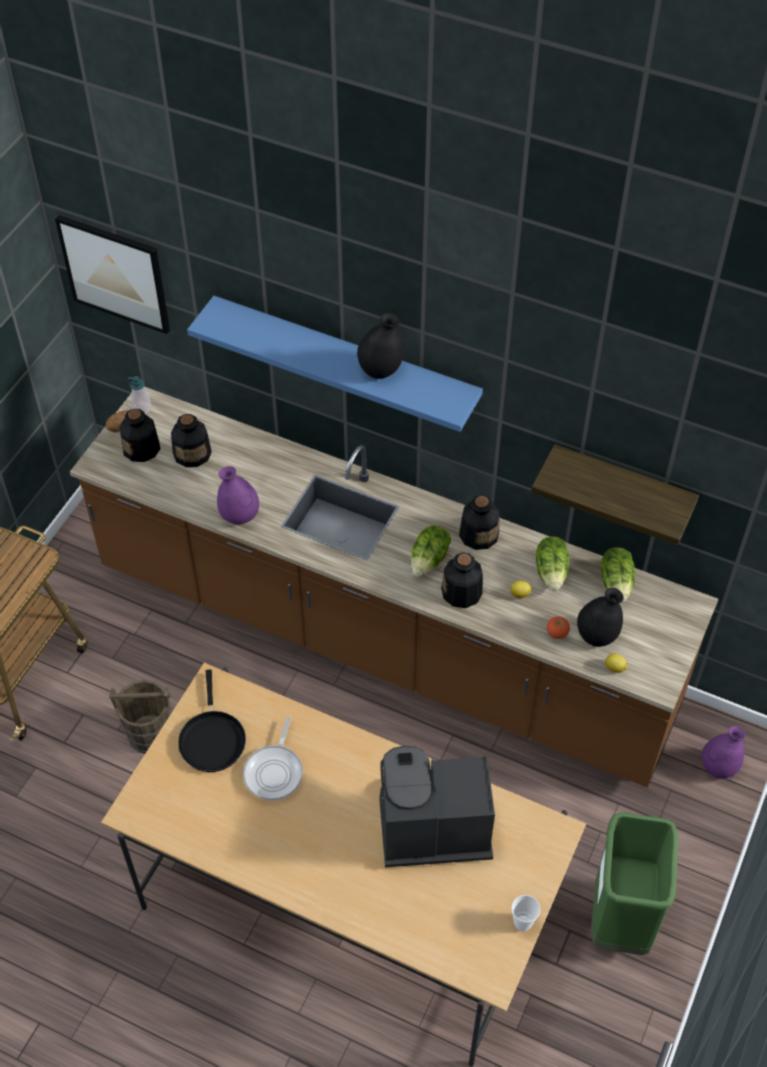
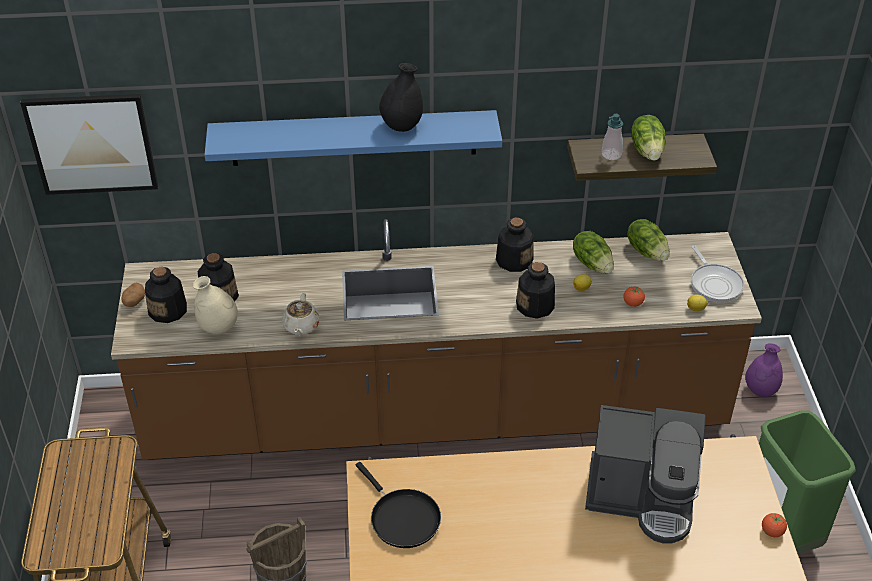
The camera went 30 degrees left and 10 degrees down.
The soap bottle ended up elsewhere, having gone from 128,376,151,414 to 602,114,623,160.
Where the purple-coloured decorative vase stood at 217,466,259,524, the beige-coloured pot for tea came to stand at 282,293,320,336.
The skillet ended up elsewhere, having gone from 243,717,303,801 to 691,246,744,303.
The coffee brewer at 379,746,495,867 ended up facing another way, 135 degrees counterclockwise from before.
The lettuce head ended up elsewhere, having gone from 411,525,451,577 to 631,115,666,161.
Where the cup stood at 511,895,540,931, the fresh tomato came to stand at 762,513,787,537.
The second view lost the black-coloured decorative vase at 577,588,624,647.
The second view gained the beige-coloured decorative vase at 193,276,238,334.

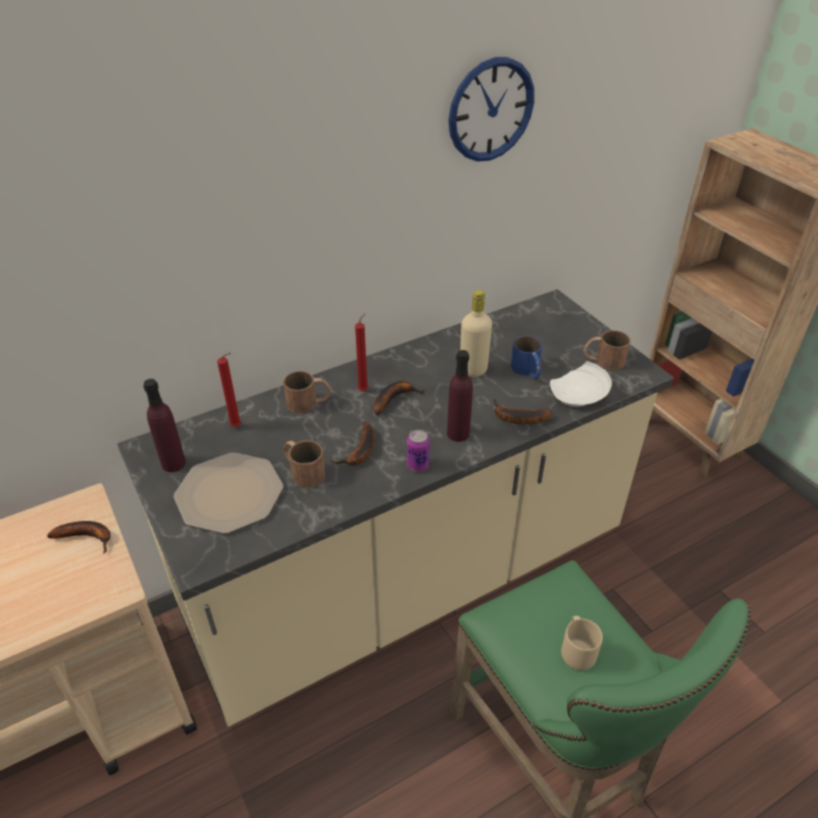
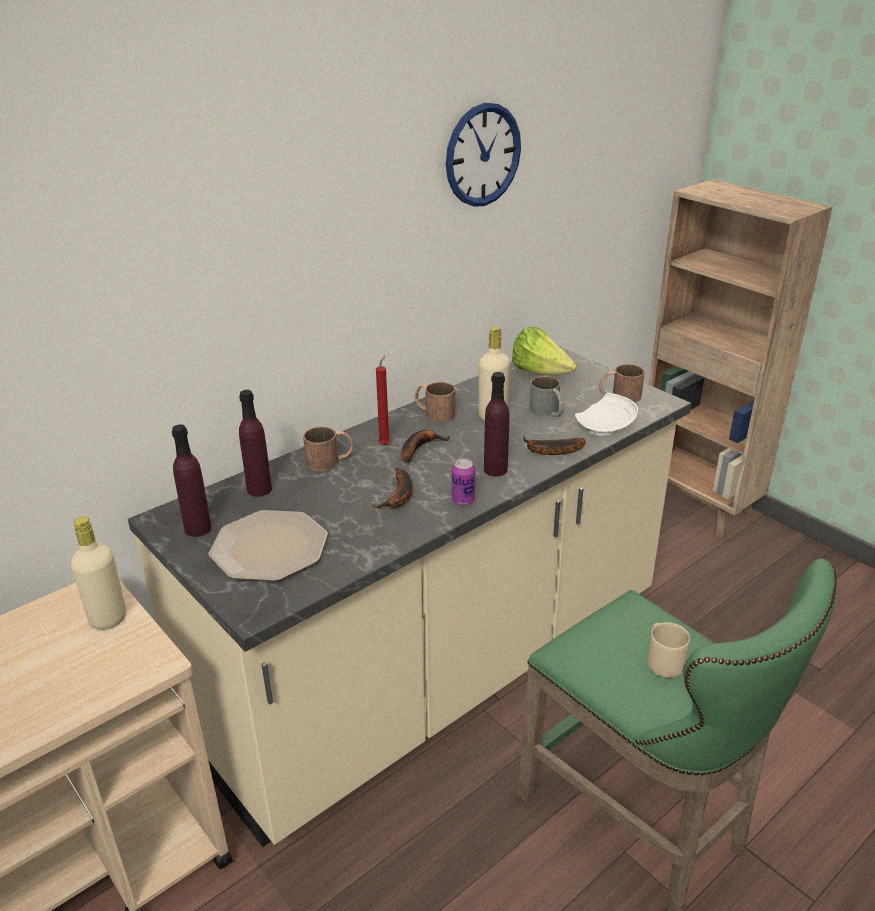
The camera went 10 degrees left and 10 degrees down.
Where the banana stood at 47,521,111,553, the beige-coloured beverage bottle came to stand at 71,516,126,630.
Where the red-coloured wax light stood at 217,353,241,427, the purple-coloured beverage bottle came to stand at 239,390,272,497.
The brownish tea mug ended up elsewhere, having gone from 284,440,325,488 to 415,382,455,422.
What was the blue-coloured tea mug at 511,336,542,379 turned into the gray tea mug at 529,376,564,417.
The second view gained the lettuce head at 512,327,577,375.

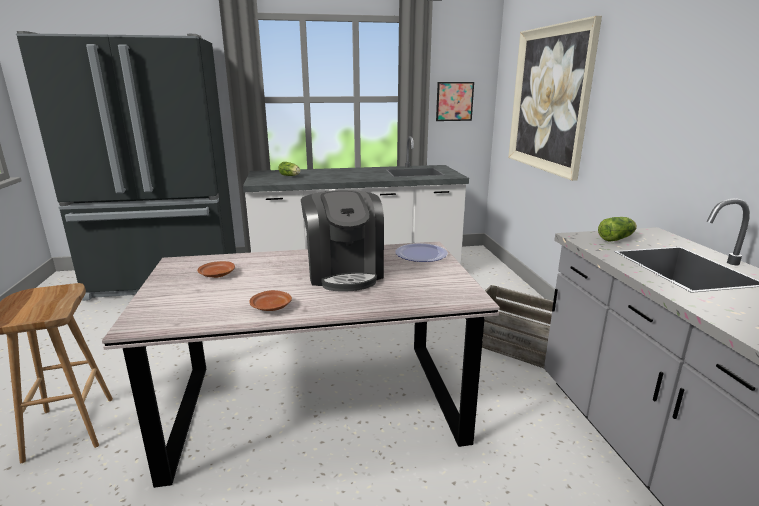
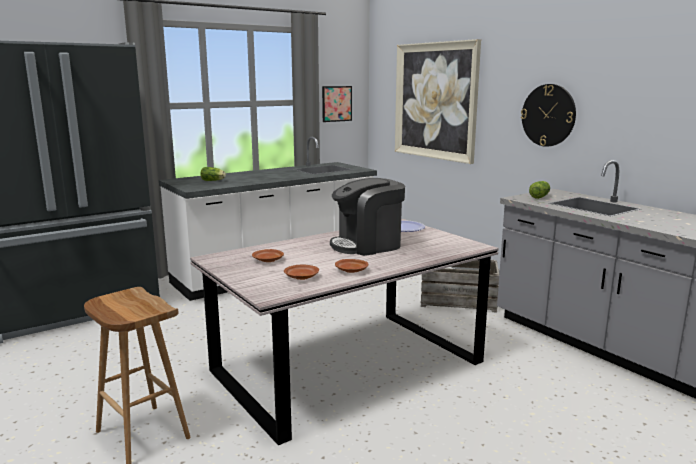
The camera went 25 degrees left and 5 degrees down.
The coffee brewer at 301,190,384,291 ended up facing another way, 105 degrees clockwise from before.
The second view gained the brownish flat dish at 284,264,319,280.
The second view gained the wall clock at 521,84,576,147.

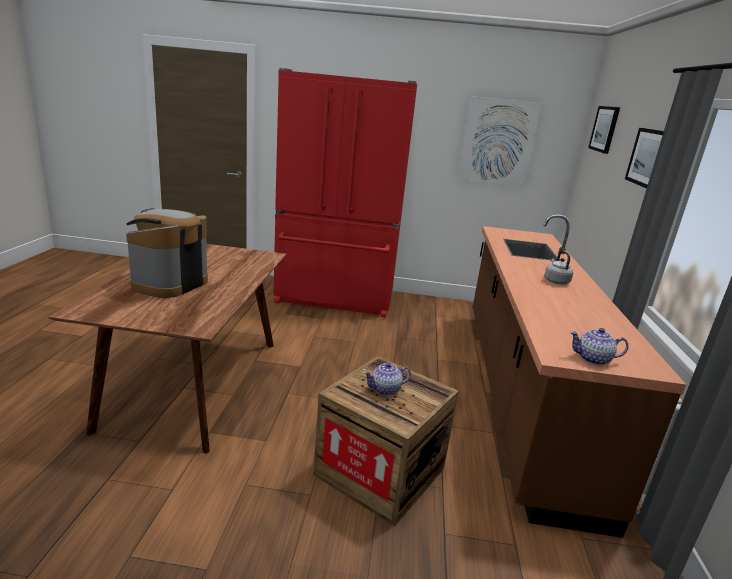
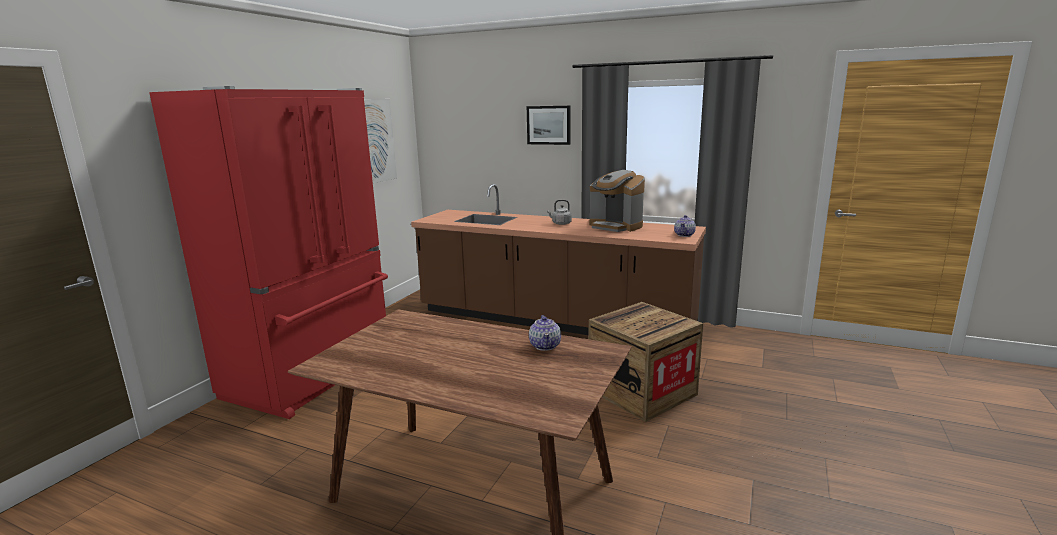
The camera went 70 degrees left and 5 degrees down.
The coffee brewer ended up elsewhere, having gone from 126,208,208,298 to 589,170,645,232.
The pot for tea ended up elsewhere, having gone from 363,363,411,396 to 529,315,561,351.
The second view lost the picture at 588,106,620,154.

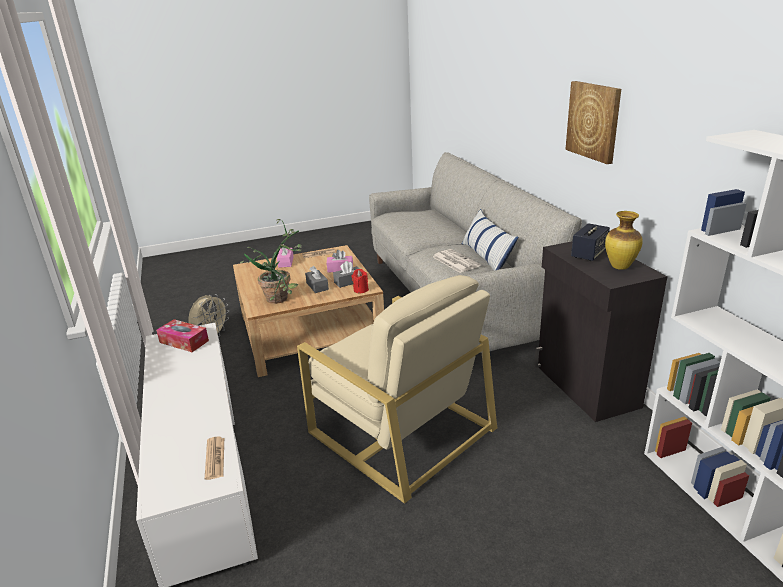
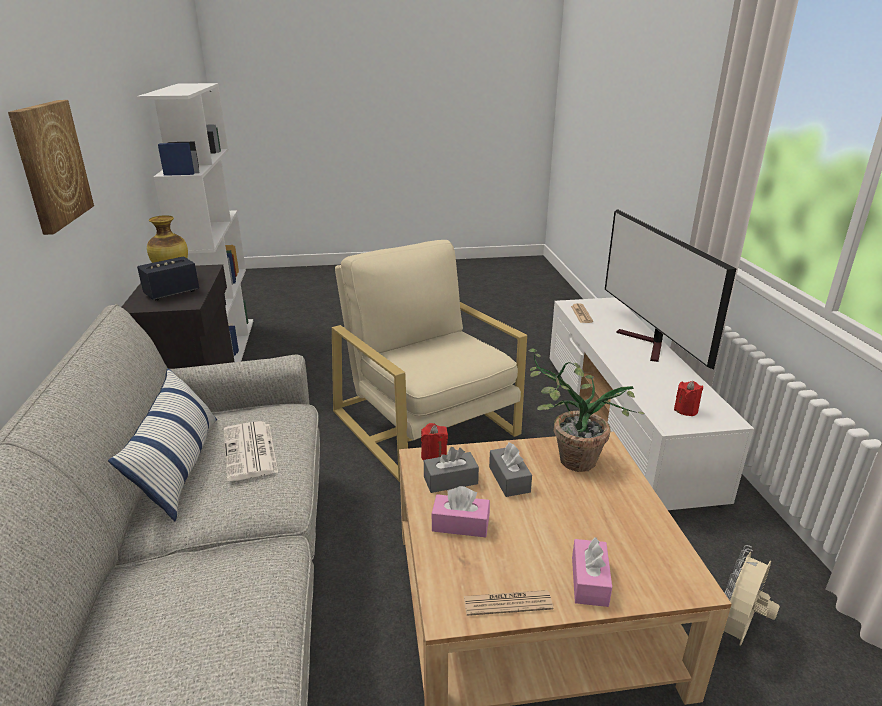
The camera went 170 degrees left and 0 degrees up.
Where the tissue box stood at 156,319,209,352, the red-coloured wax light came to stand at 674,381,703,416.
The second view gained the TV at 605,209,736,369.

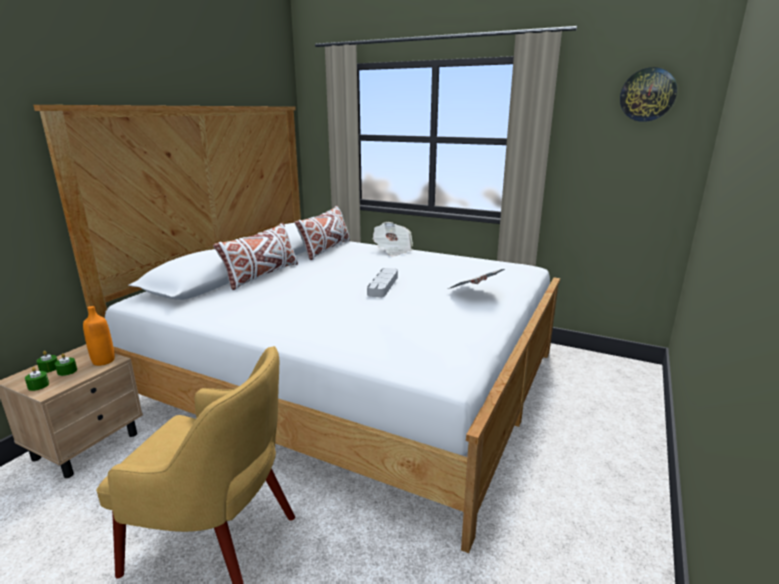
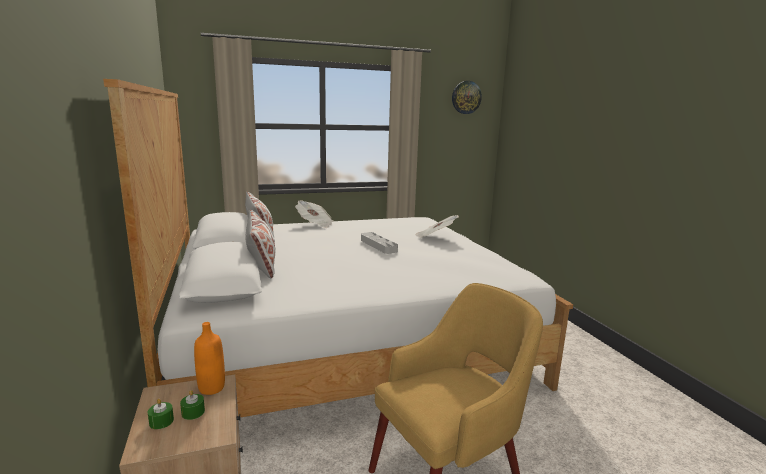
The camera went 45 degrees left and 5 degrees down.
The second view lost the greenish wax light at 25,367,49,391.

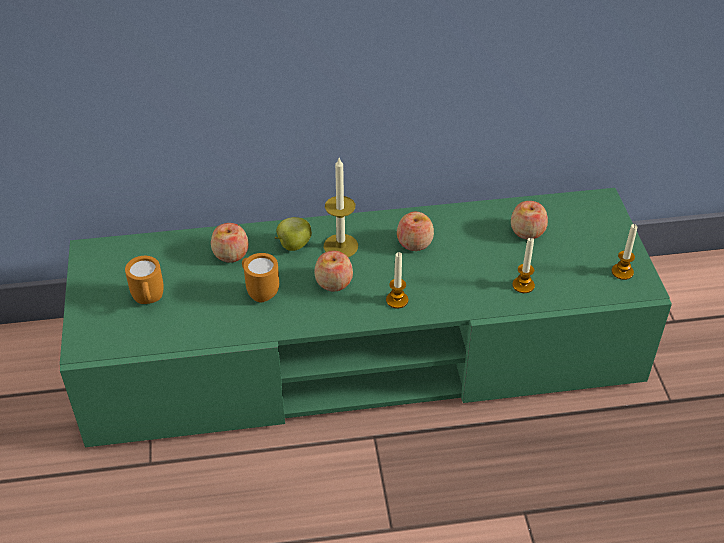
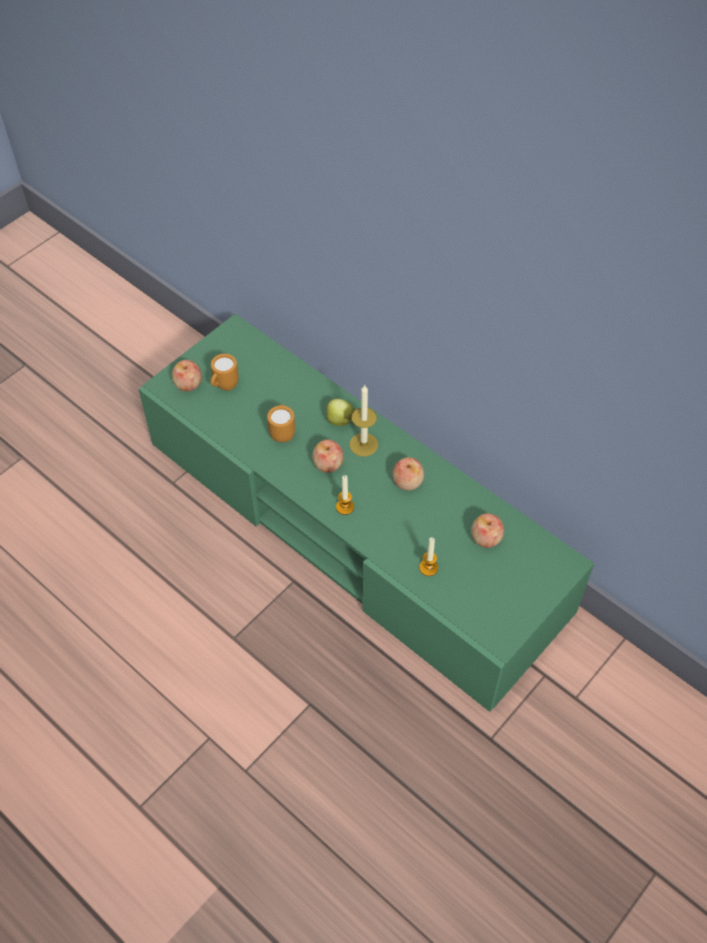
The camera went 50 degrees right and 10 degrees up.
The apple ended up elsewhere, having gone from 211,223,249,263 to 172,360,202,391.
The second view lost the wax light at 612,224,637,280.

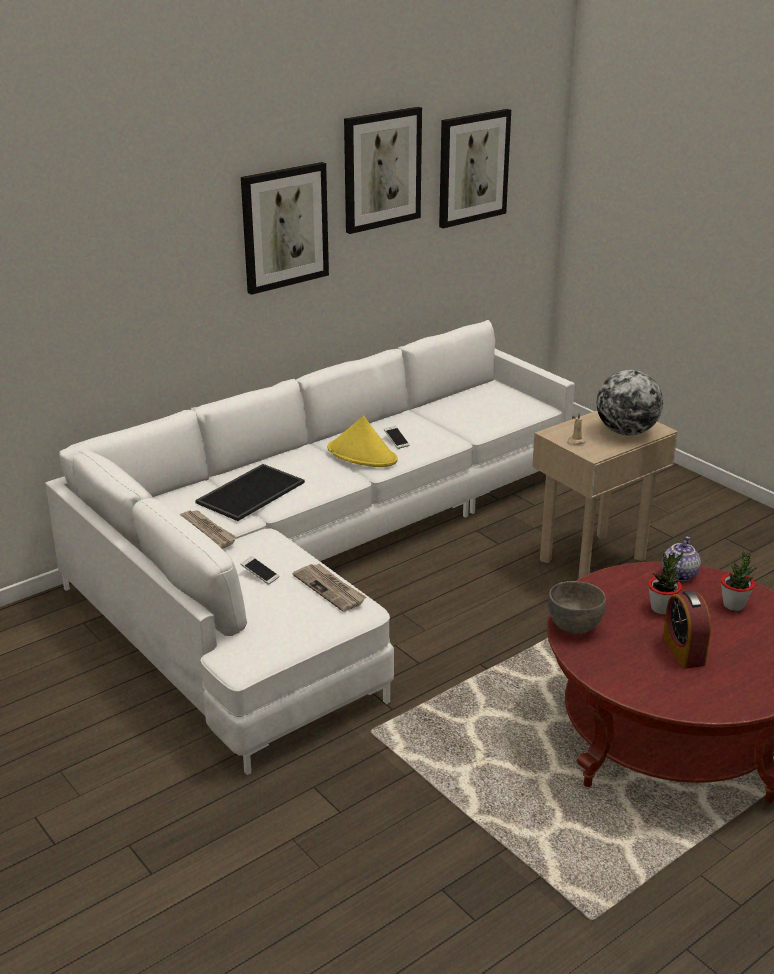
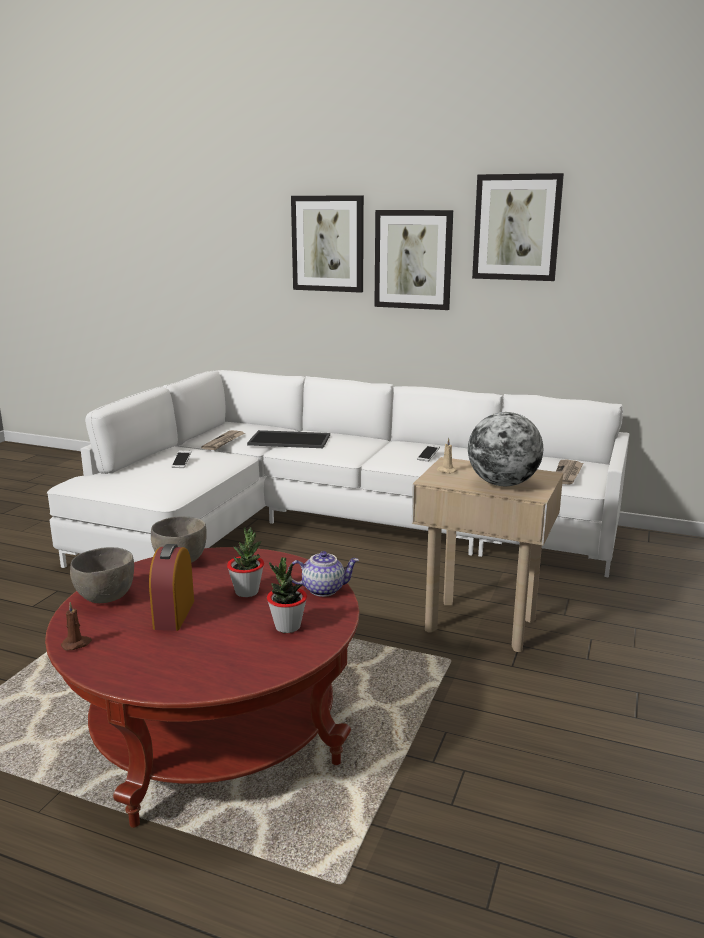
The camera went 60 degrees right and 10 degrees down.
The newspaper ended up elsewhere, having gone from 293,564,366,612 to 556,460,583,485.
The second view lost the yellow-coloured clothing hat at 328,416,398,467.
The picture ended up elsewhere, having gone from 439,109,511,229 to 291,195,364,293.
The alarm clock at 663,590,711,669 ended up facing another way, 45 degrees counterclockwise from before.
The second view gained the brownish wax light at 61,602,92,651.
The second view gained the gray bowl at 70,547,134,603.

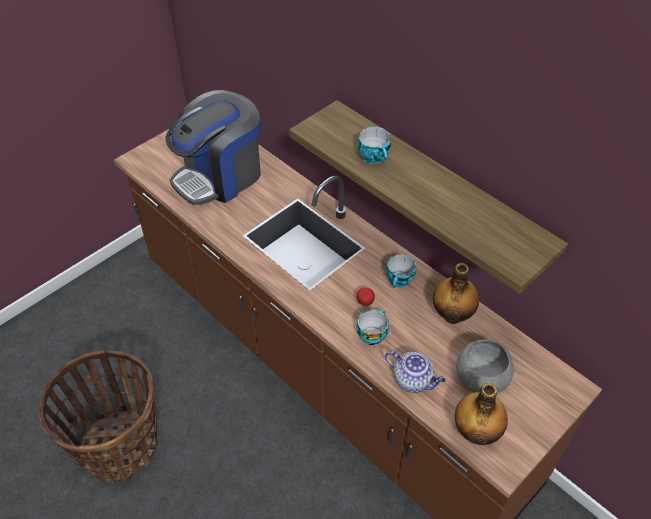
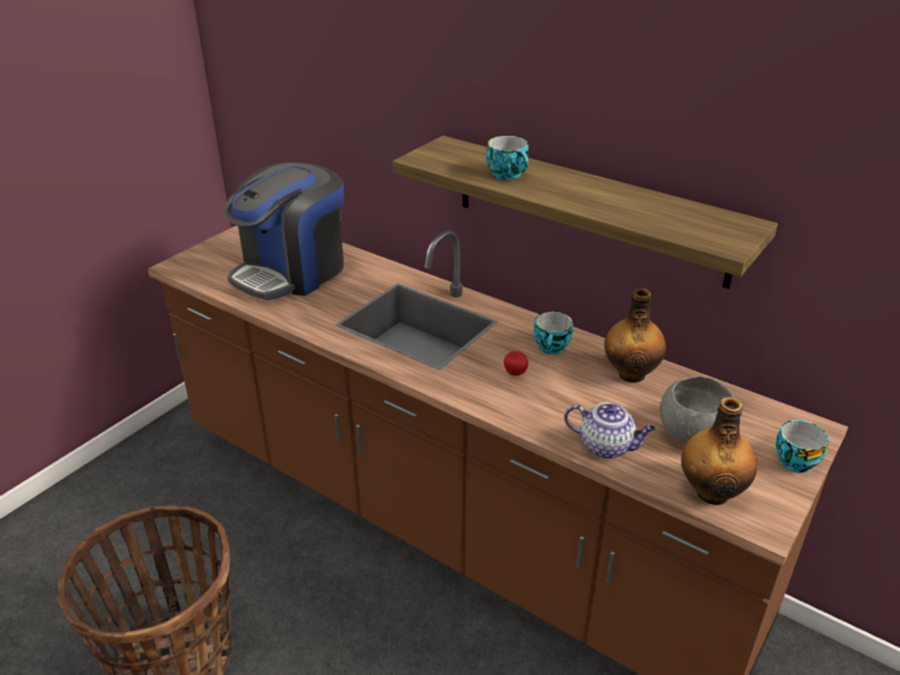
The camera went 10 degrees left and 15 degrees down.
The cup ended up elsewhere, having gone from 357,310,389,345 to 776,420,829,473.

